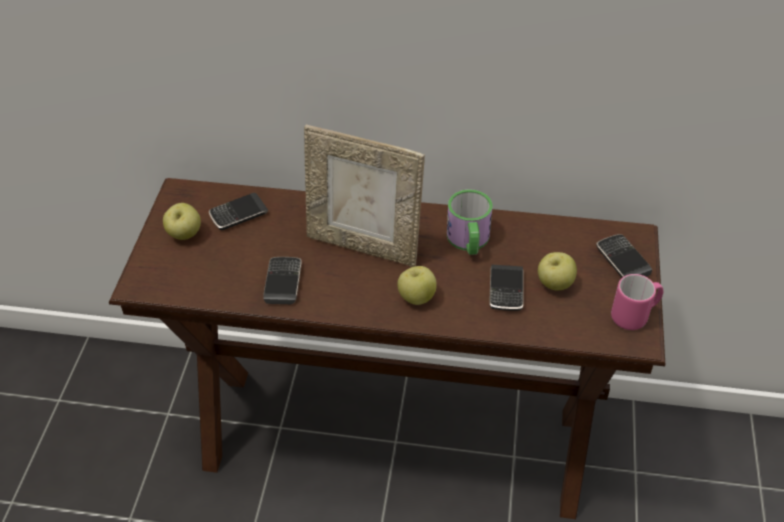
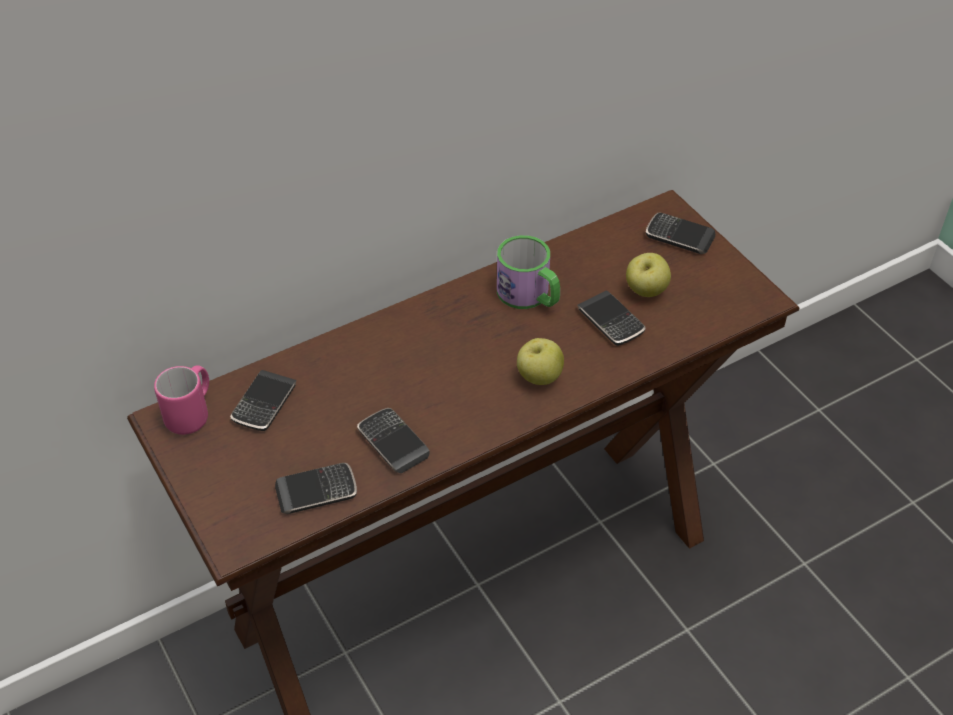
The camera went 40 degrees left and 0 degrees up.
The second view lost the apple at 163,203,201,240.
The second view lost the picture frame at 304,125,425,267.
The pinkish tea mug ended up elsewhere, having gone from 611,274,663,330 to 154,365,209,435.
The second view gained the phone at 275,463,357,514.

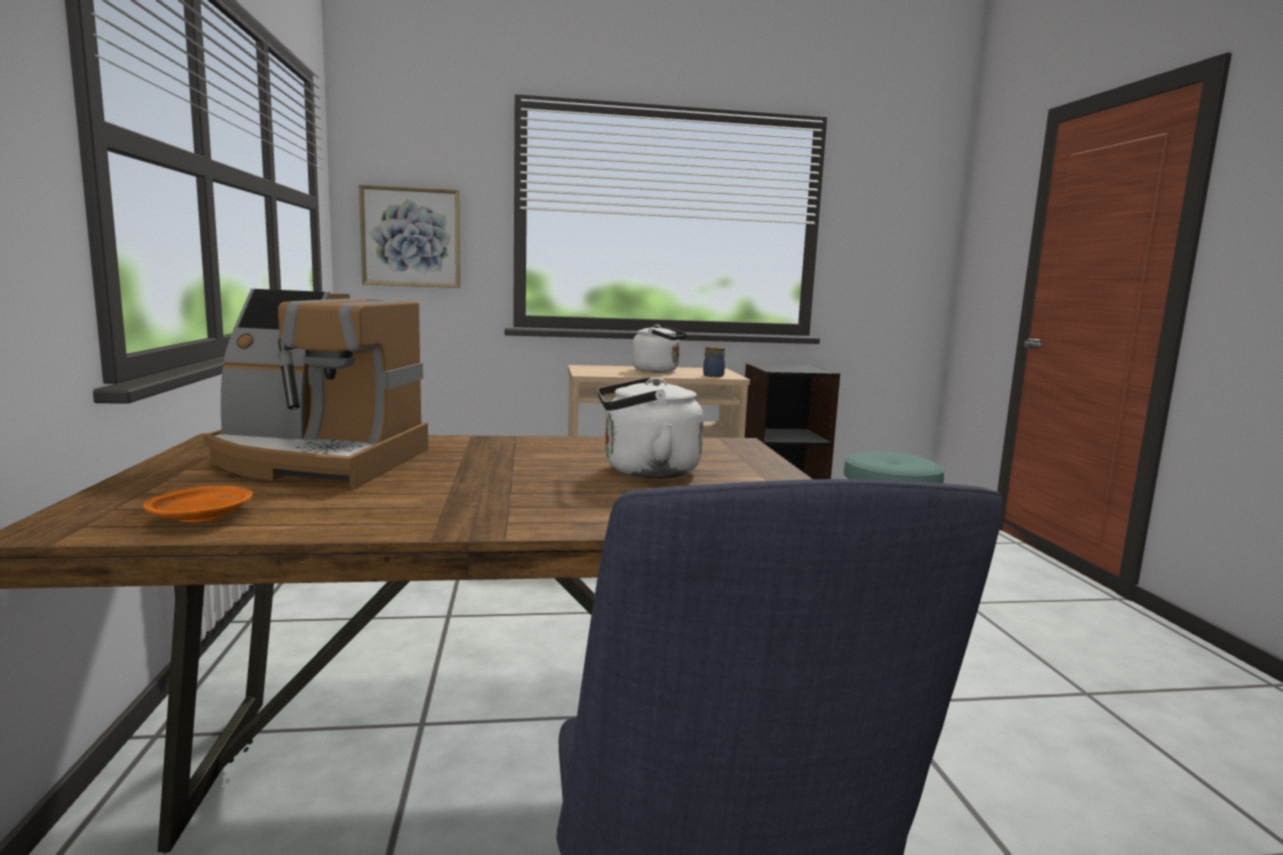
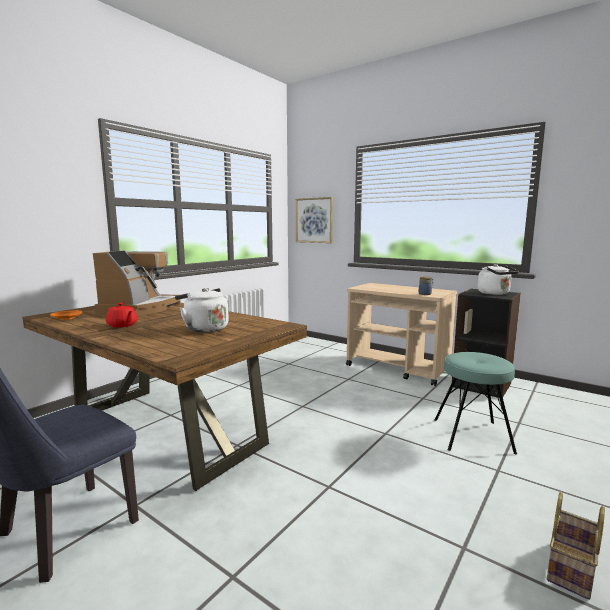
The camera went 45 degrees right and 0 degrees up.
The coffee brewer at 203,289,428,489 ended up facing another way, 135 degrees counterclockwise from before.
The whitish tea kettle ended up elsewhere, having gone from 632,324,688,372 to 478,264,519,295.
The second view gained the red-coloured pot for tea at 106,303,138,328.
The second view gained the basket at 547,492,605,600.

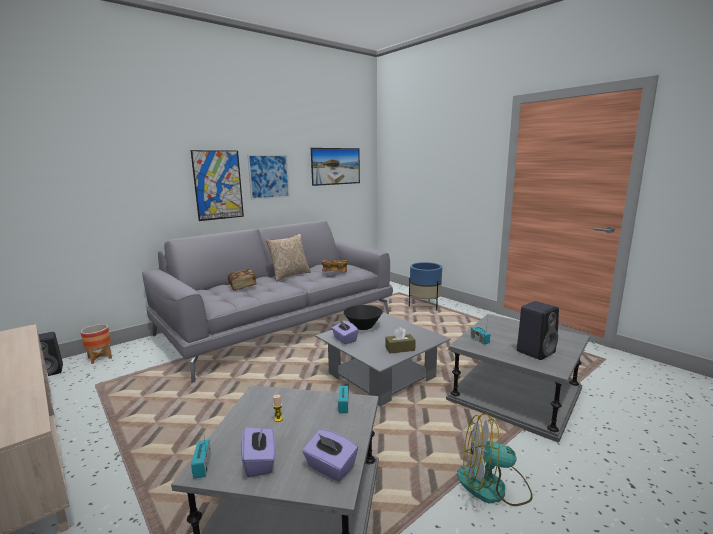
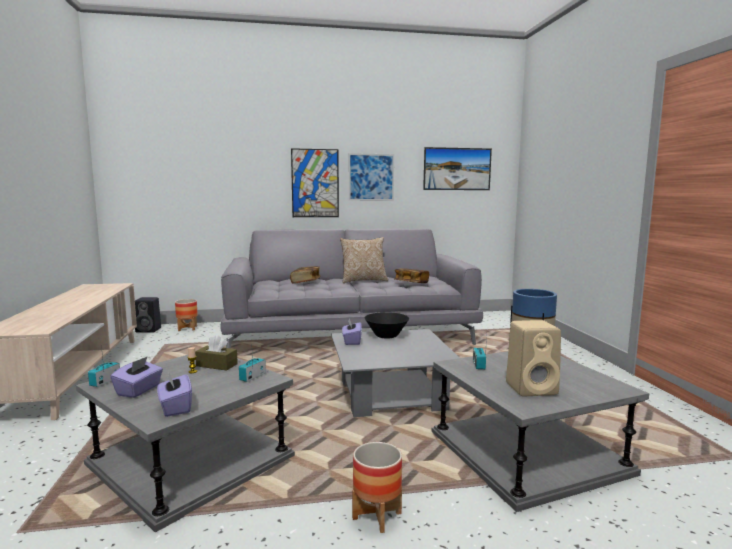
The camera went 30 degrees right and 5 degrees down.
The brownish tissue box ended up elsewhere, having gone from 385,327,416,354 to 195,335,238,371.
Where the cooling fan stood at 457,413,533,506, the plant pot came to stand at 352,442,402,533.
What was the black-coloured loudspeaker at 517,301,559,360 turned into the beige-coloured loudspeaker at 506,320,561,396.

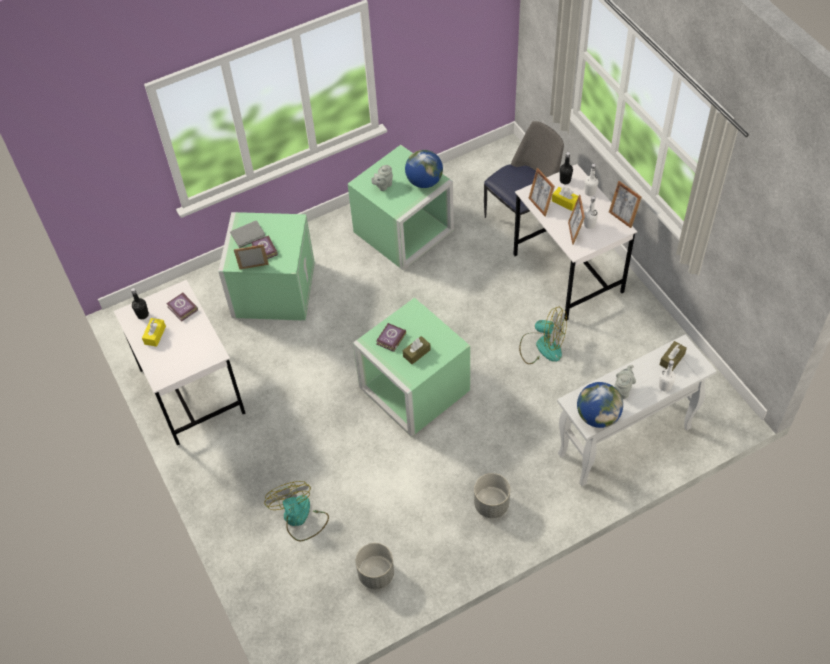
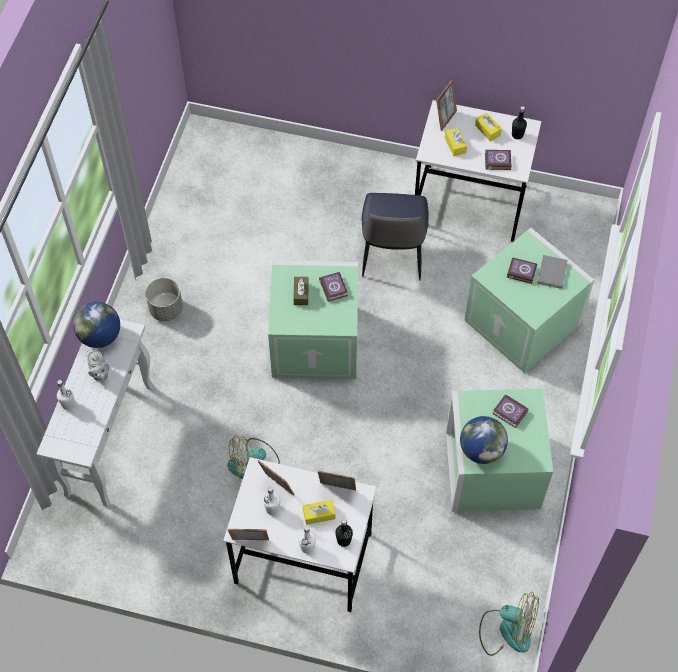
The camera went 130 degrees right and 5 degrees up.
The picture frame ended up elsewhere, having gone from 234,244,269,269 to 436,80,457,131.
The cooling fan ended up elsewhere, having gone from 264,481,329,541 to 479,592,539,656.
The second view lost the gray plant pot at 356,543,394,589.
Where the gray pot for tea stood at 371,165,393,191, the volume came to stand at 492,394,529,428.
The chair ended up elsewhere, having gone from 484,121,564,239 to 362,193,429,280.
The second view lost the brownish tissue box at 660,341,687,371.
The second view gained the yellow-coloured tissue box at 445,128,467,156.

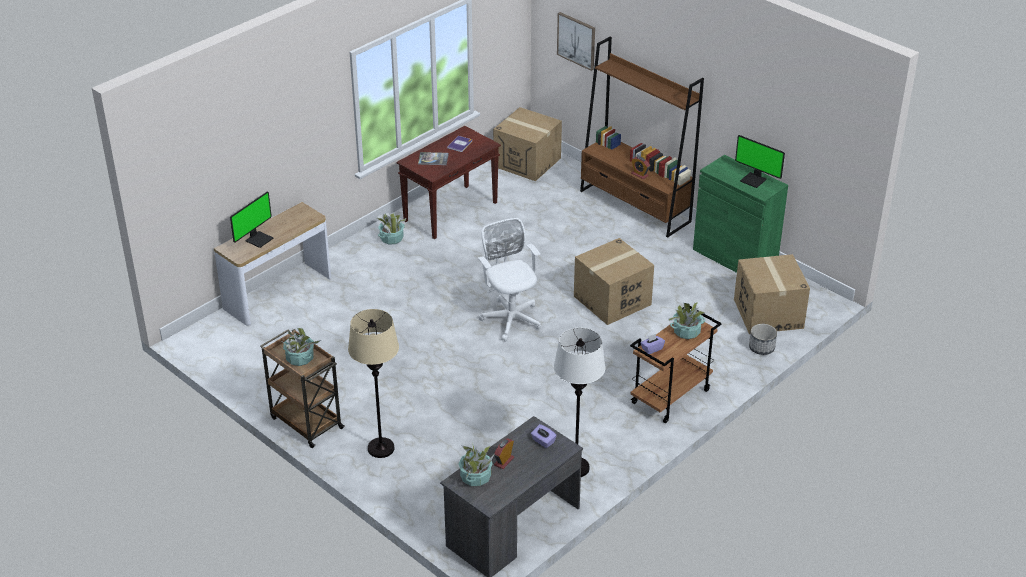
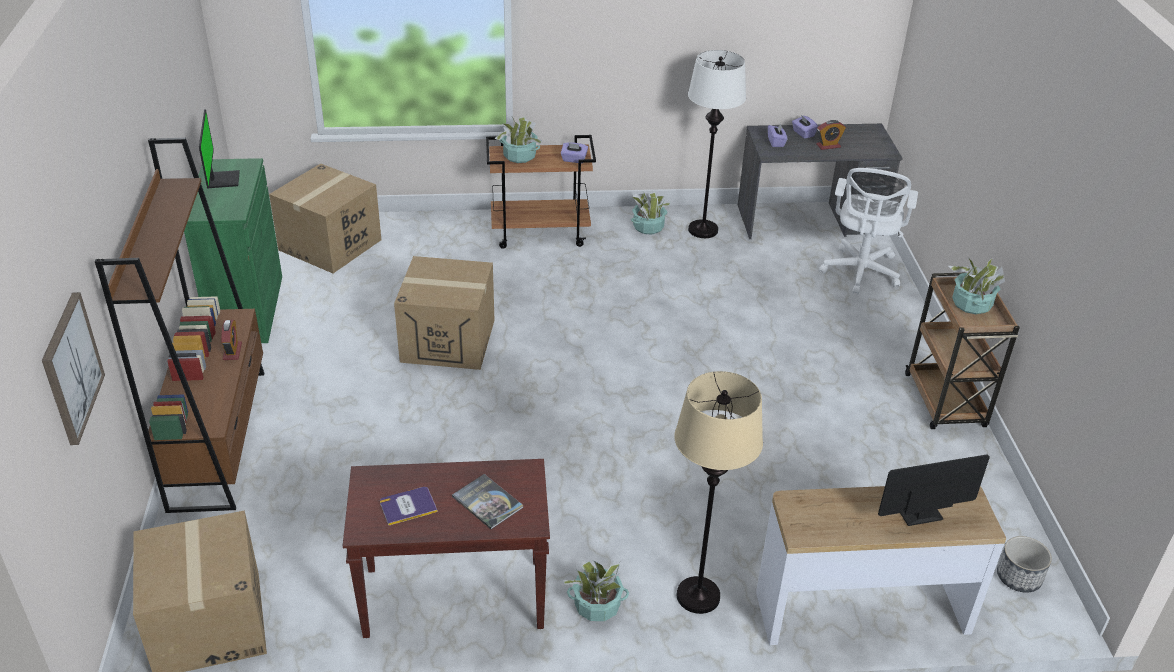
The camera went 140 degrees left and 0 degrees up.
The beige-coloured standard lamp ended up elsewhere, having gone from 348,309,399,458 to 674,371,763,614.
The houseplant ended up elsewhere, having gone from 458,443,495,486 to 631,192,671,235.
The whitish computer chair ended up elsewhere, having gone from 478,218,541,342 to 819,168,918,295.
The plant pot ended up elsewhere, having gone from 749,324,777,355 to 997,536,1052,593.
The second view gained the purple-coloured tissue box at 792,115,818,139.

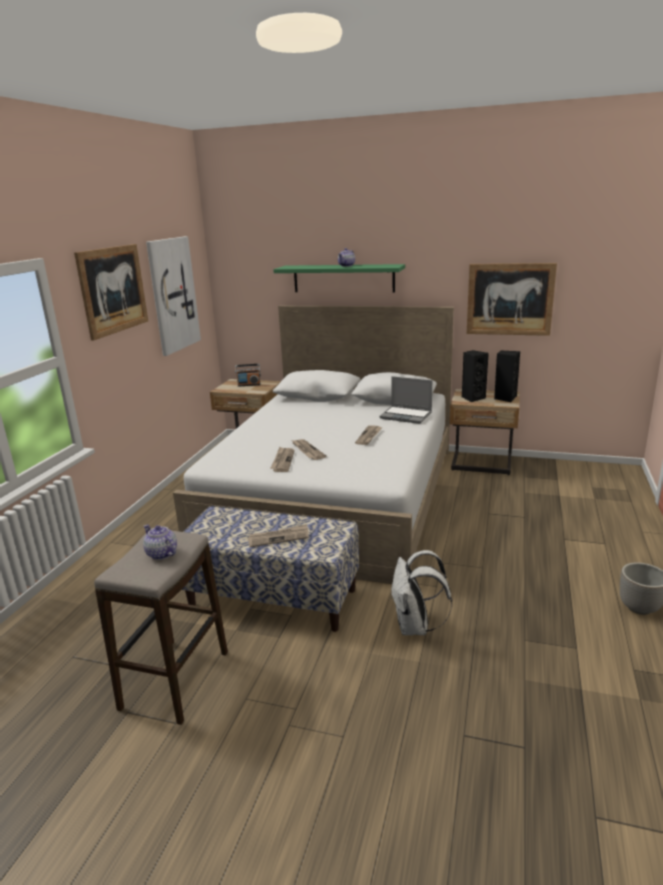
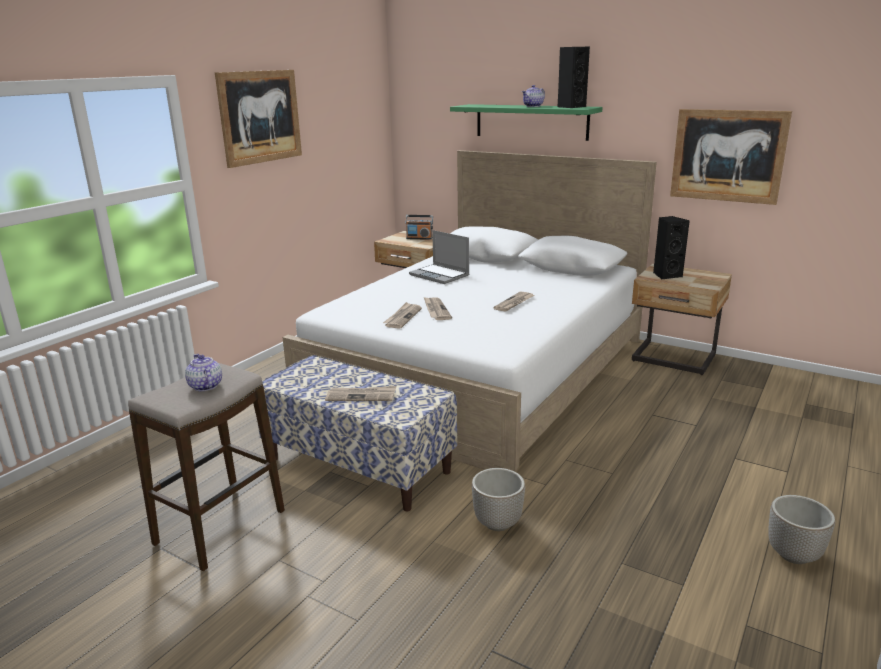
The camera went 15 degrees right and 0 degrees up.
The second view lost the picture at 146,236,201,356.
The notebook computer ended up elsewhere, having gone from 380,376,432,424 to 409,230,469,284.
Where the whitish backpack stood at 391,550,452,635, the plant pot came to stand at 472,468,525,531.
The black-coloured loudspeaker ended up elsewhere, having gone from 494,351,520,402 to 558,47,590,108.

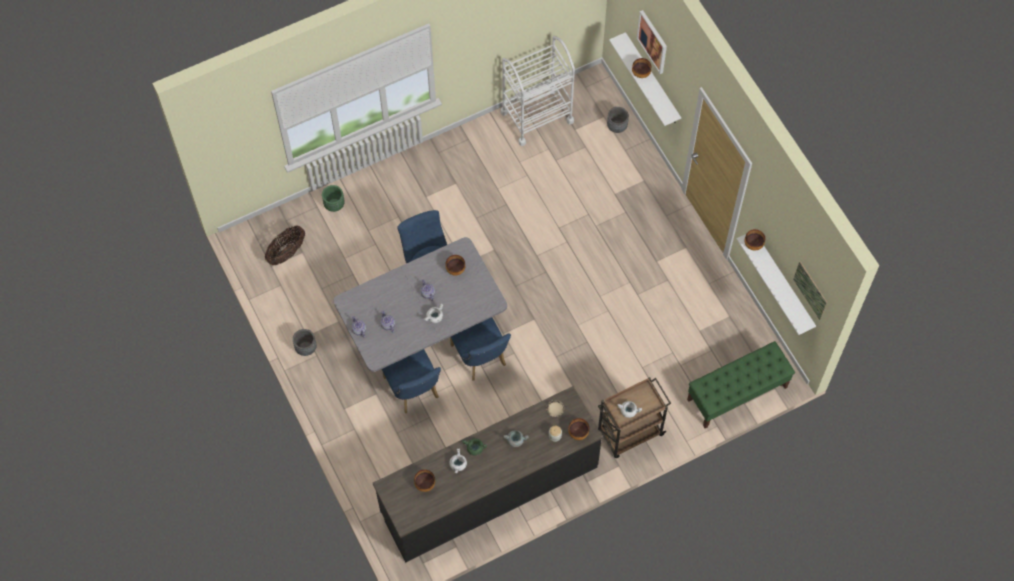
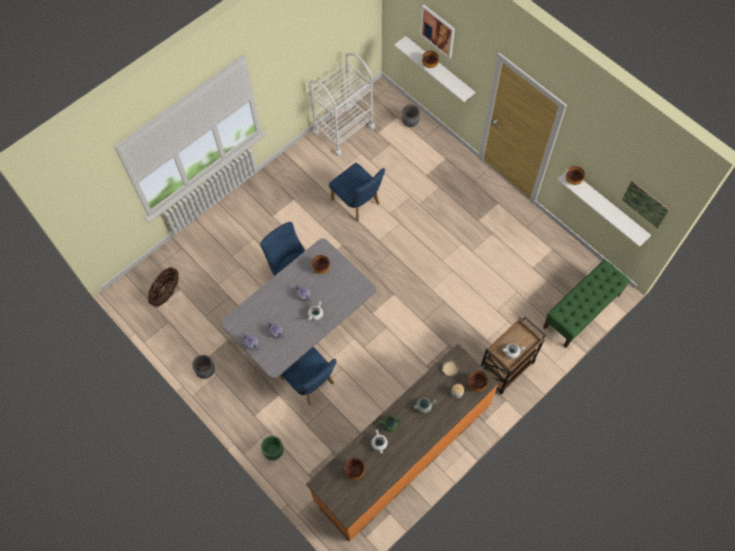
The camera went 15 degrees left and 0 degrees up.
The greenish plant pot ended up elsewhere, having gone from 322,185,345,212 to 261,436,284,460.
What was the black-coloured counter at 373,386,602,562 turned into the orange-coloured counter at 306,344,499,541.
The blue-coloured chair ended up elsewhere, having gone from 450,317,511,380 to 329,163,385,222.

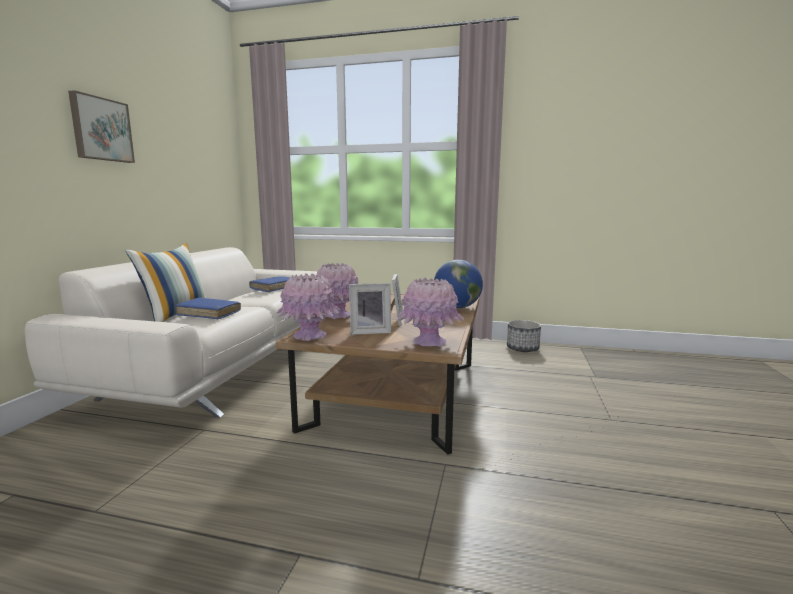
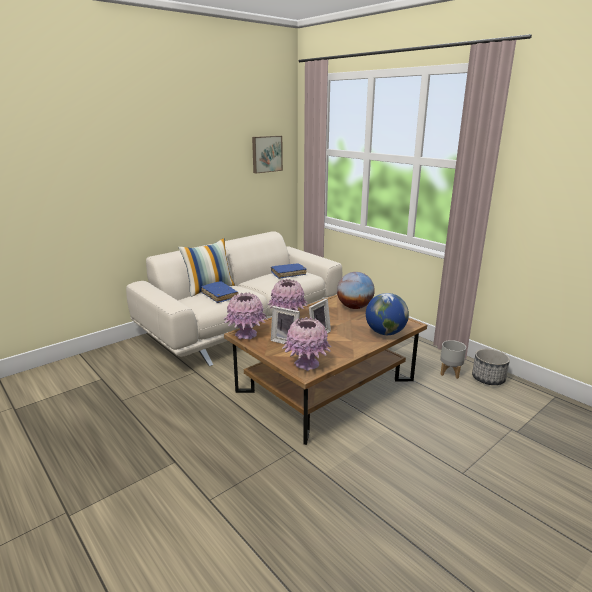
The camera went 35 degrees right and 10 degrees up.
The picture ended up elsewhere, having gone from 68,90,135,163 to 252,136,283,173.
The second view gained the globe at 337,272,375,309.
The second view gained the gray plant pot at 440,340,466,379.

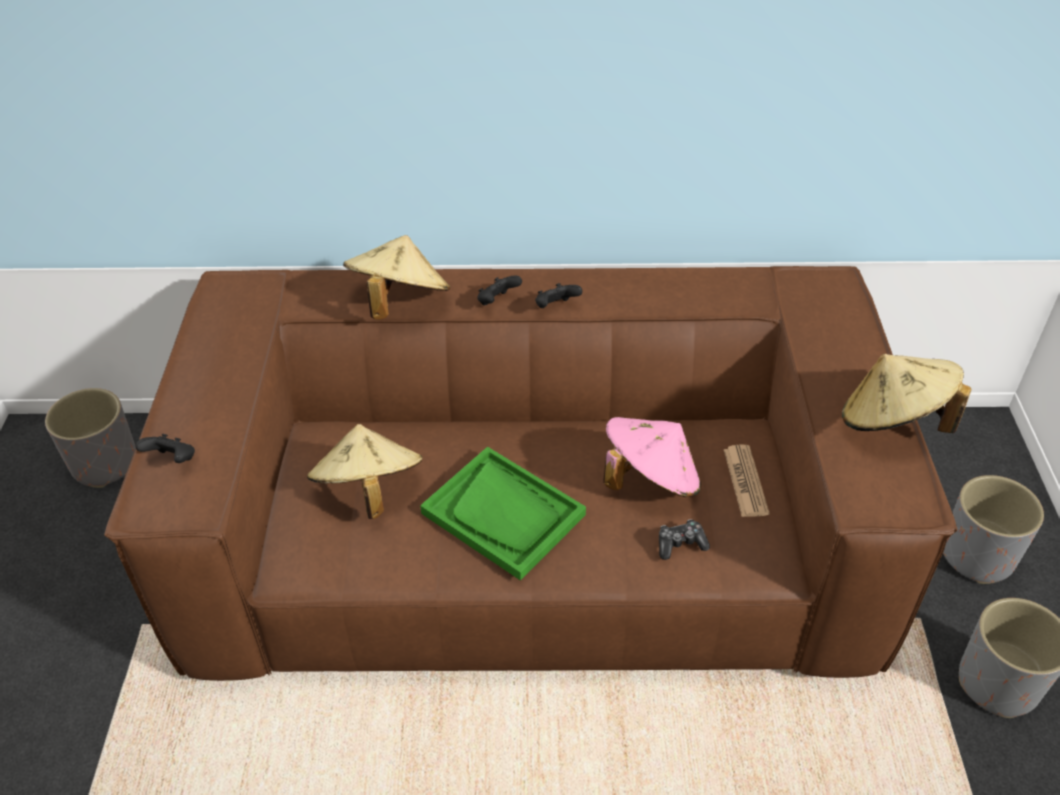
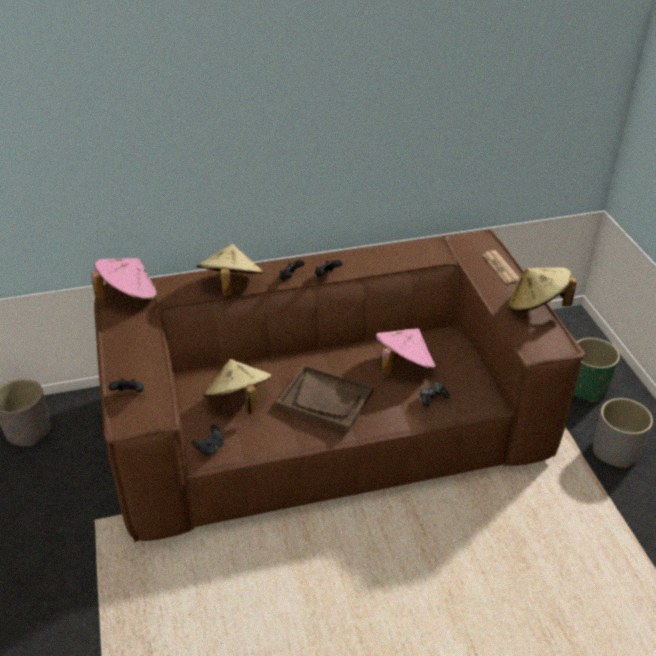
The camera went 15 degrees left and 5 degrees down.
What was the greenish carrying tray at 420,447,586,581 turned into the brownish carrying tray at 276,364,374,432.
The newspaper ended up elsewhere, having gone from 724,444,769,517 to 483,250,520,283.
What was the gray plant pot at 943,475,1044,584 turned into the greenish plant pot at 573,338,620,402.
The second view gained the pinkish clothing hat at 91,258,157,301.
The second view gained the black-coloured game controller at 192,424,224,456.

